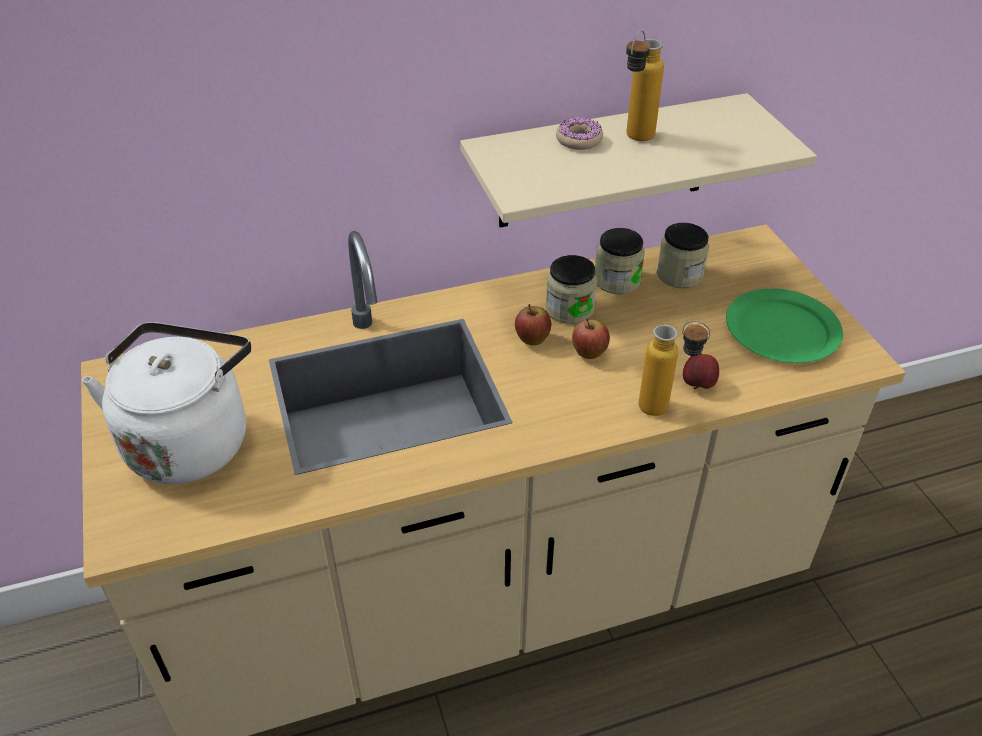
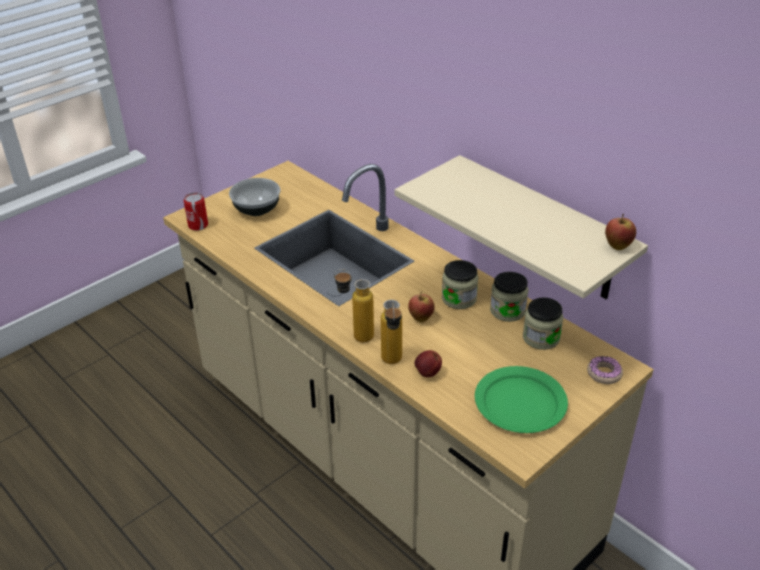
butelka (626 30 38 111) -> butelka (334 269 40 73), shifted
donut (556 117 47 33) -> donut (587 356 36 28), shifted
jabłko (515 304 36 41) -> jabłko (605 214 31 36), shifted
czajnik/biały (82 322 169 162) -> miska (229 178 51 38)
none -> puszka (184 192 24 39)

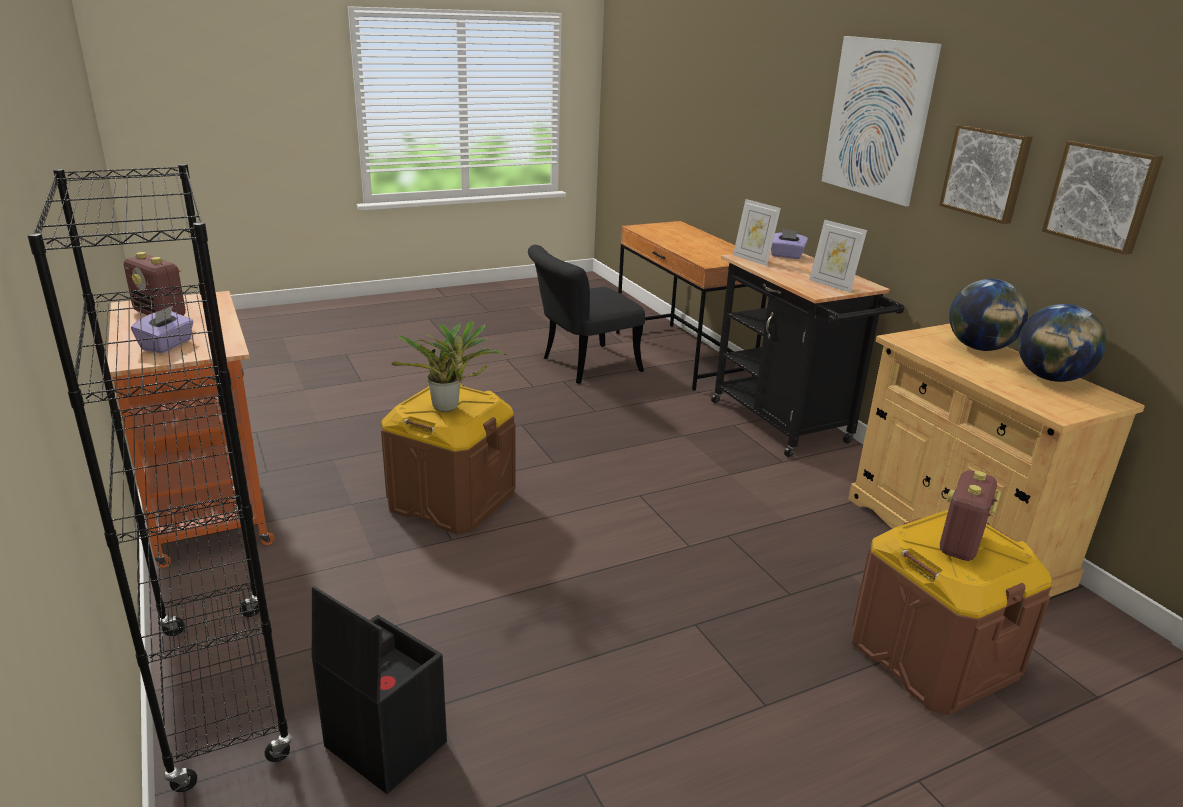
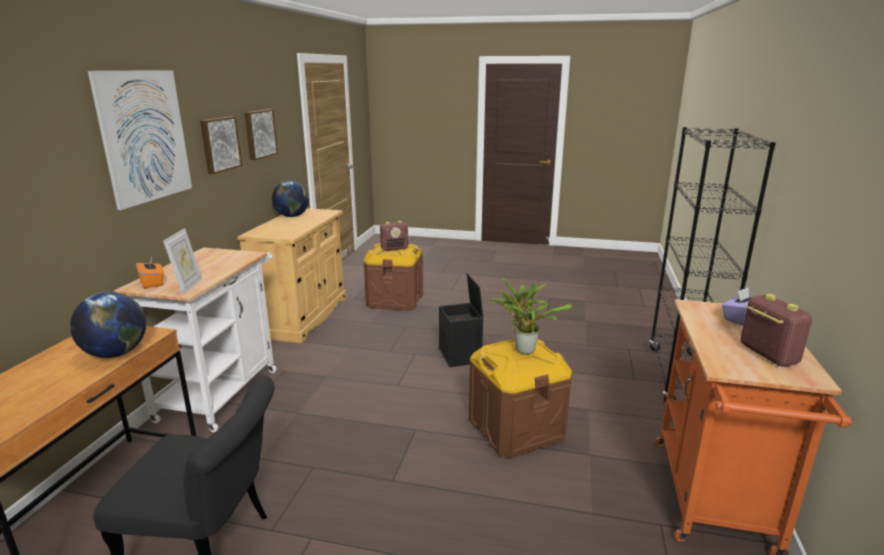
ramka na zdjęcie (809 220 58 73) -> none
pudełko chusteczek/fioletowy (771 229 37 30) -> pudełko chusteczek/pomarańczowy (136 255 28 34)
wózek/czarny (711 251 193 206) -> wózek/biały (114 248 163 184)
globus (949 279 79 72) -> globus (70 292 76 66), shifted
pojemnik do przechowywania/czarny (312 586 135 208) -> pojemnik do przechowywania/czarny (439 273 44 94), shifted

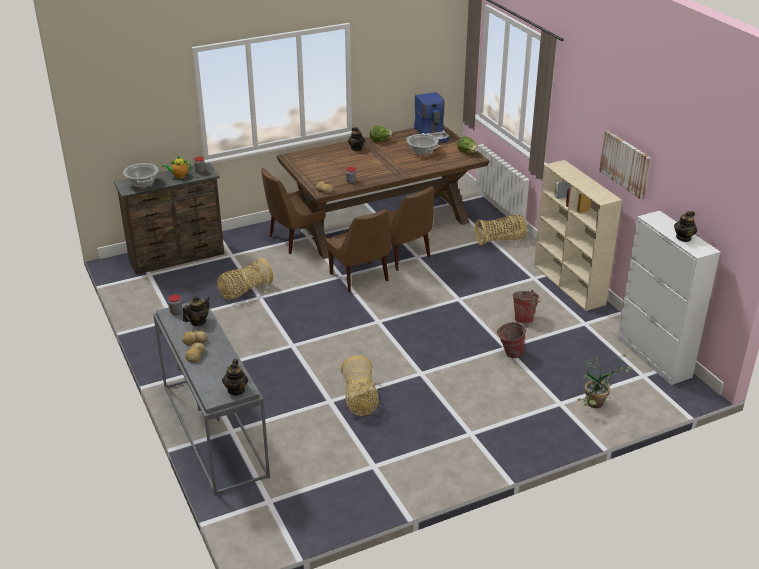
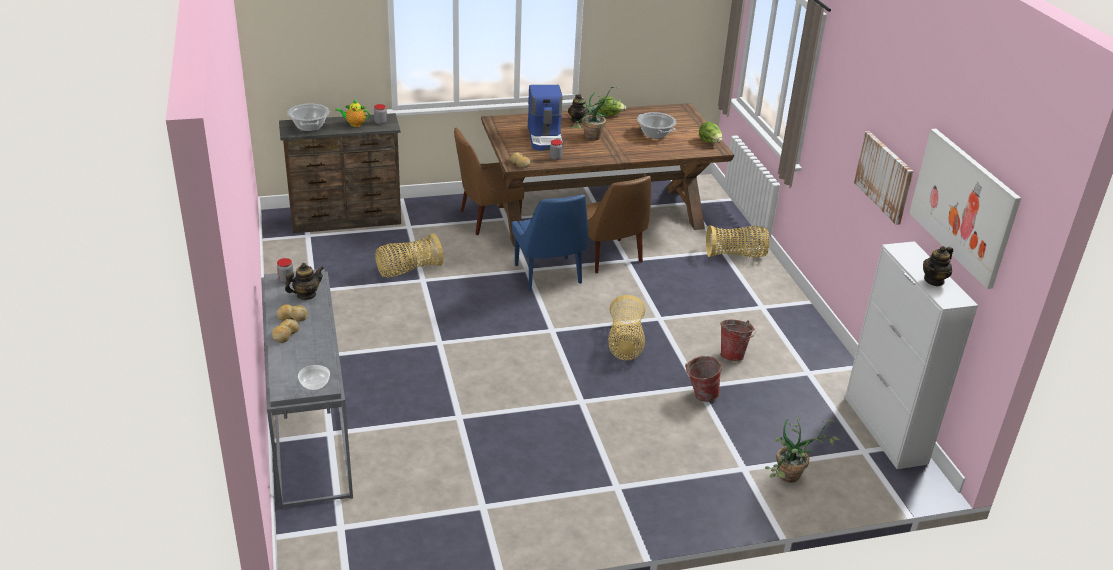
ekspres do kawy (414 92 35 51) -> ekspres do kawy (528 85 35 66), shifted
regał/beżowy (534 160 88 151) -> none
krzesło/brązowy (325 209 66 84) -> krzesło/niebieski (512 195 76 96)
koszyk (341 355 38 61) -> koszyk (608 295 37 65), shifted
imbryk (222 359 26 37) -> miska (298 365 32 25)
none -> roślina doniczkowa (570 87 52 54)
none -> obraz (909 129 112 160)

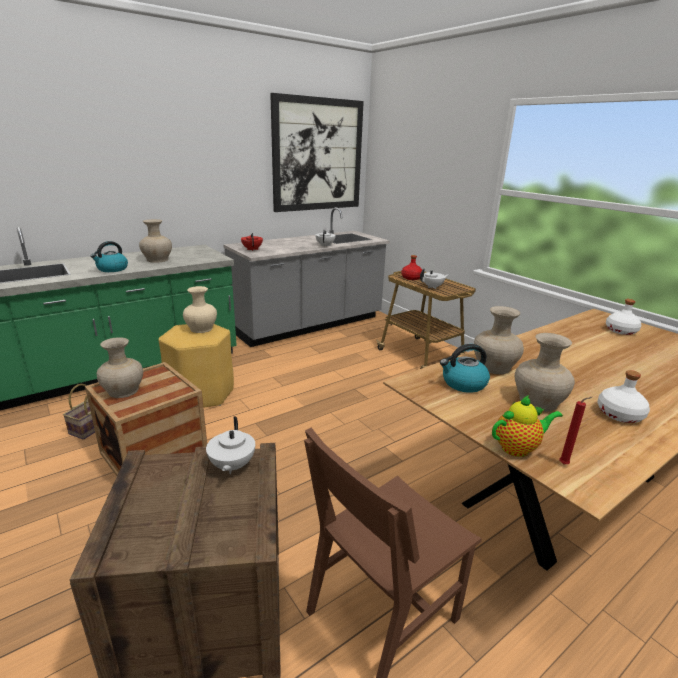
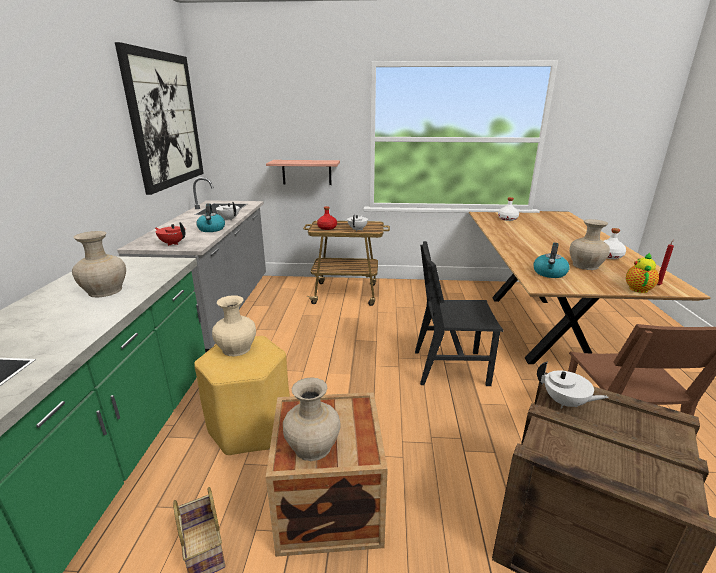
czajnik (90 241 38 31) -> czajnik (196 203 29 29), shifted
wazon/beżowy (474 306 50 68) -> none
none -> półka (266 160 74 25)
none -> krzesło/czarny (415 241 89 145)

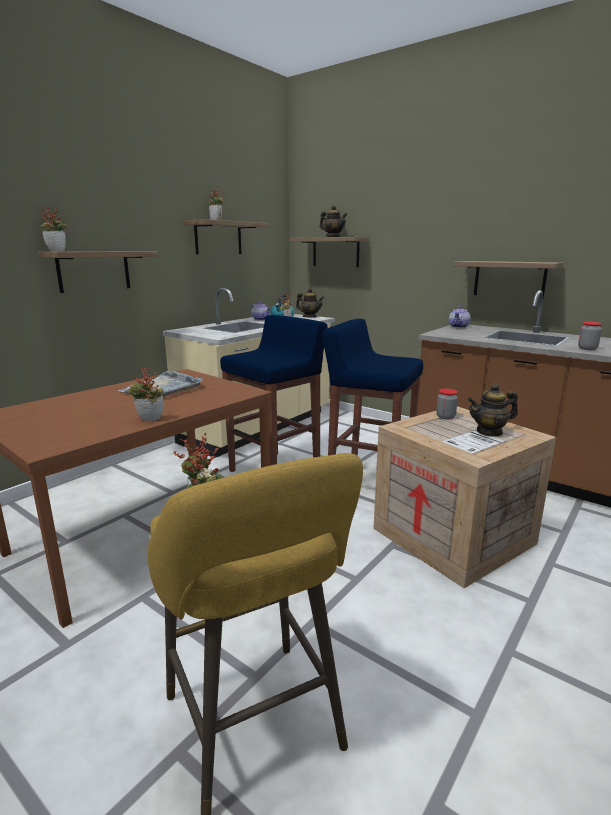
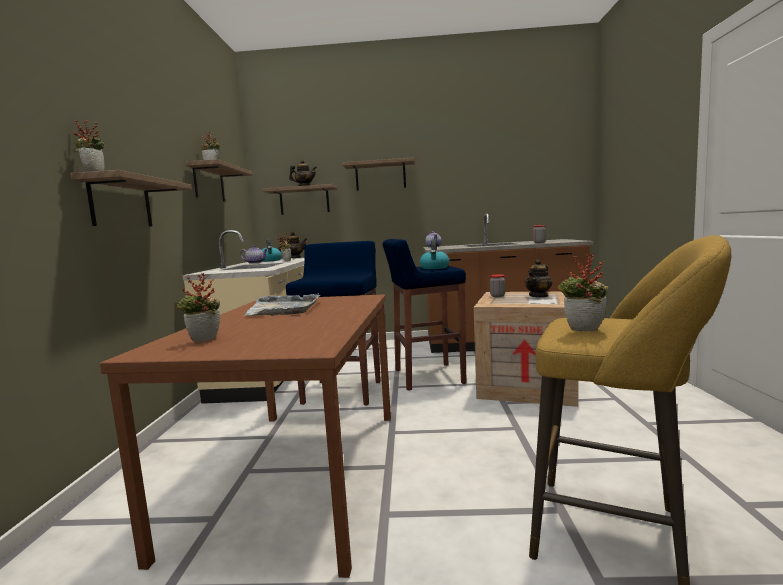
półka (453 261 111 38) -> półka (342 157 73 34), shifted
roślina doniczkowa (128 367 36 54) -> roślina doniczkowa (177 273 43 69), shifted
none -> czajnik (420 239 30 30)

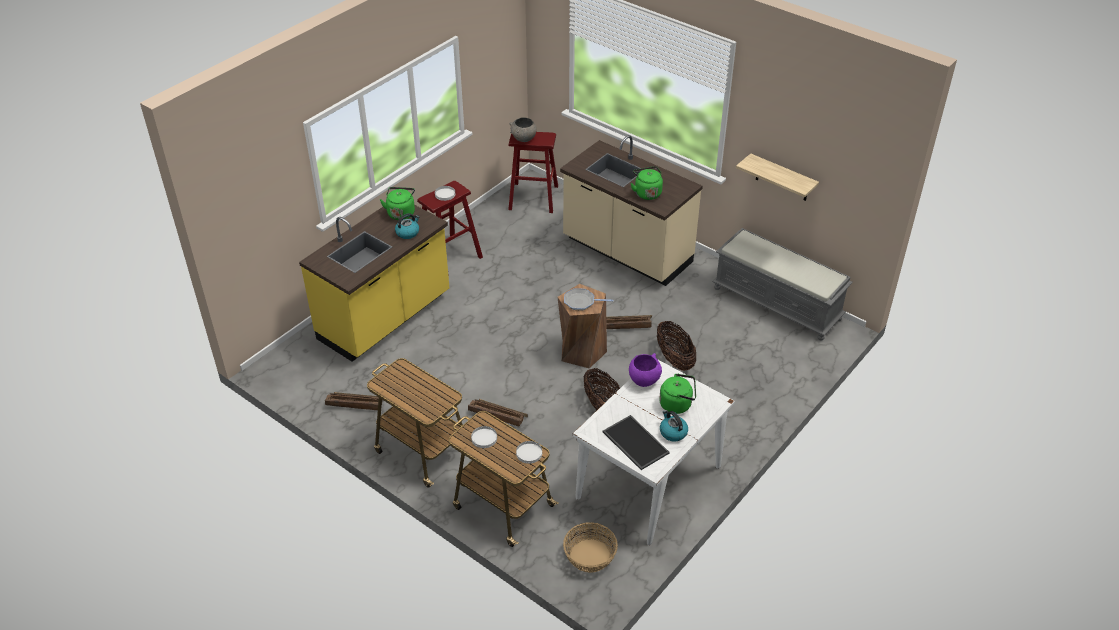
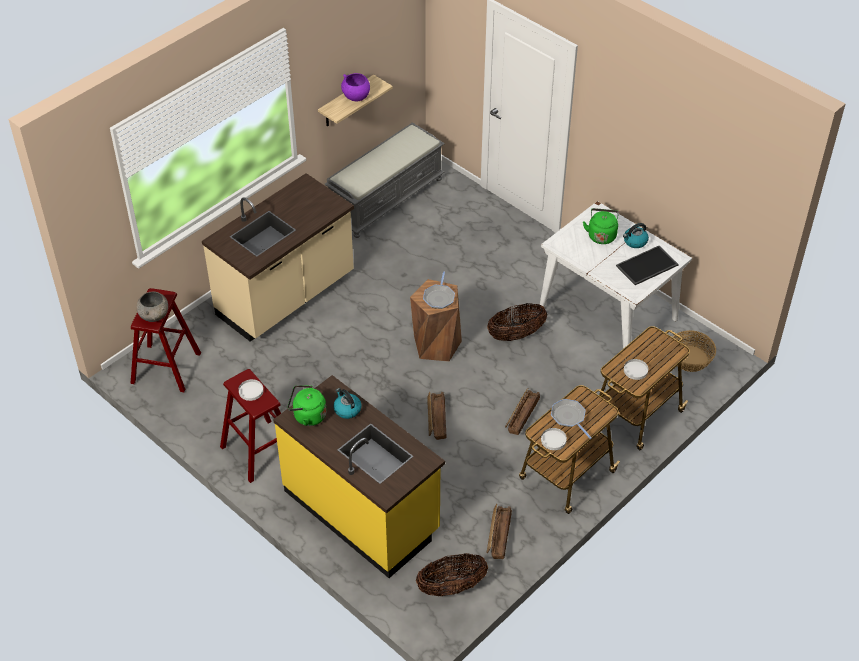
czajnik/zielony (630 166 33 34) -> none
skrzynka (606 315 46 14) -> skrzynka (427 392 20 48), shifted
koszyk (657 321 39 50) -> koszyk (416 553 72 43), shifted
miska/fioletowy (629 353 33 34) -> miska/fioletowy (341 73 29 28), shifted
talerz/biały (516 441 26 23) -> talerz/biały (541 428 26 22), shifted
none -> patelnia (551 399 41 40)

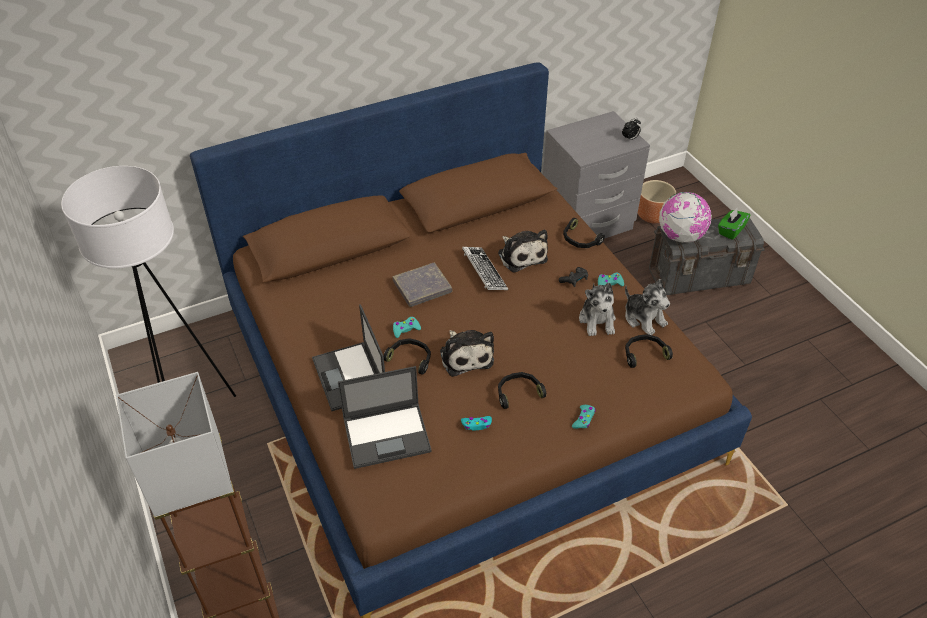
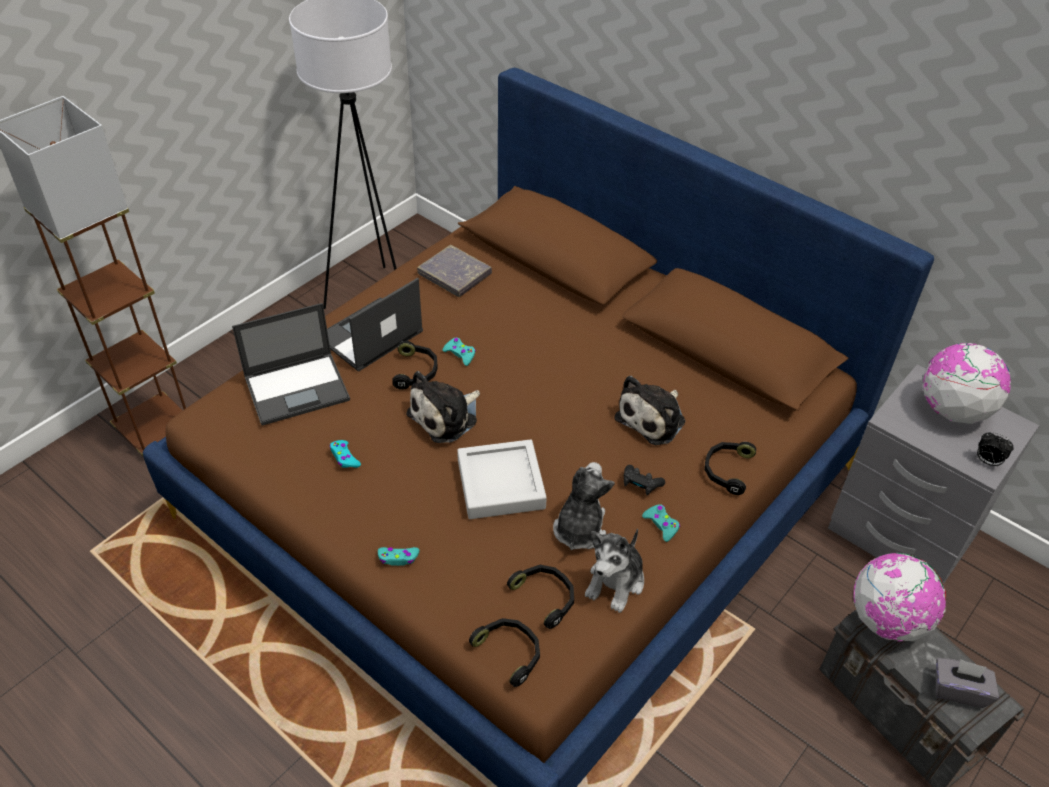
donica/brązowy (638 180 38 44) -> none
pudełko chusteczek/zielony (718 208 32 32) -> pudełko chusteczek/szary (936 658 63 50)
klawiatura (462 247 46 43) -> none
książka/szary (393 262 59 45) -> książka/szary (417 245 75 52), shifted
pluszak (579 283 37 53) -> pluszak (553 462 62 88), 135 degrees clockwise
laptop (338 366 94 103) -> laptop (232 303 118 123), 75 degrees counterclockwise
słuchawki/czarny (498 372 48 37) -> słuchawki/czarny (469 618 71 69), shifted
none -> globus (923 343 88 81)
none -> taca/szary (457 439 90 80)

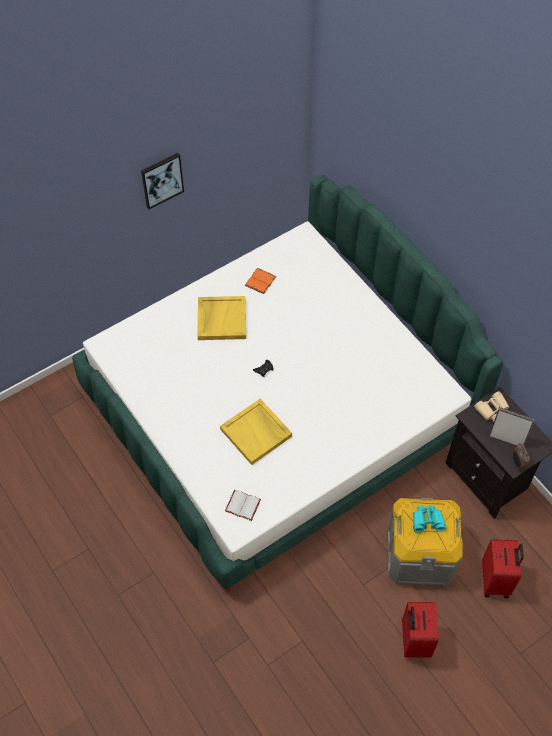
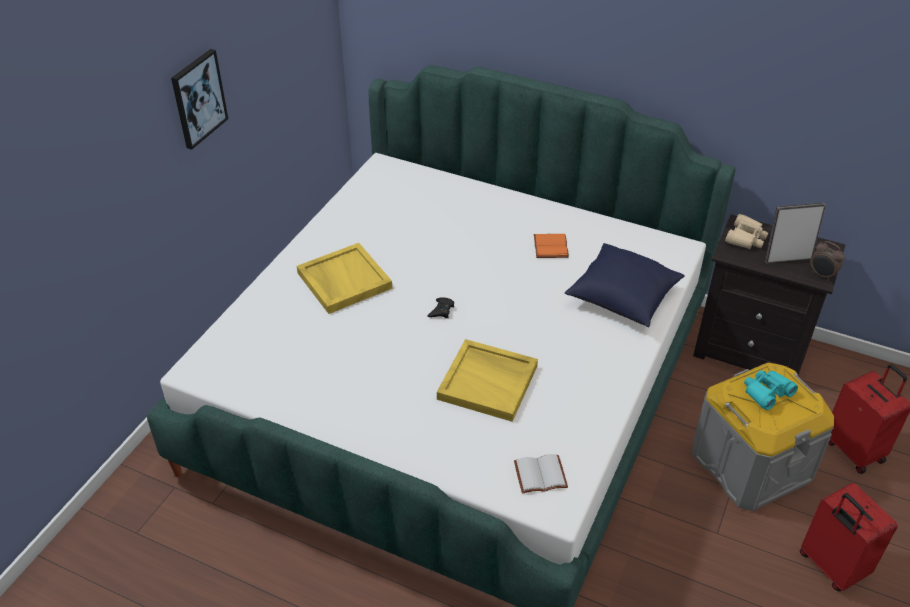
książka/pomarańczowy (245 268 31 26) -> książka/pomarańczowy (534 234 35 24), shifted
none -> poduszka/niebieski (565 243 120 85)

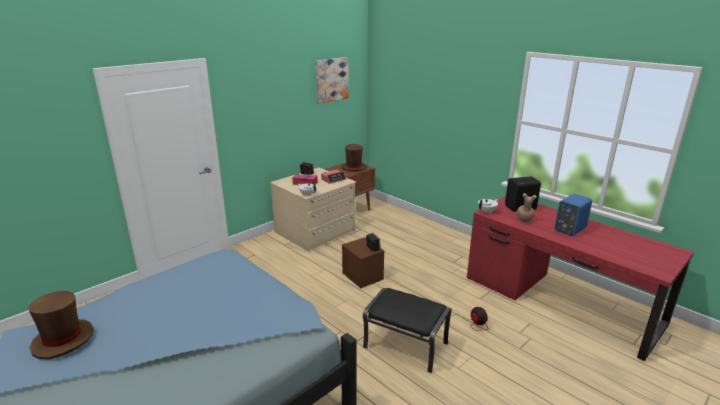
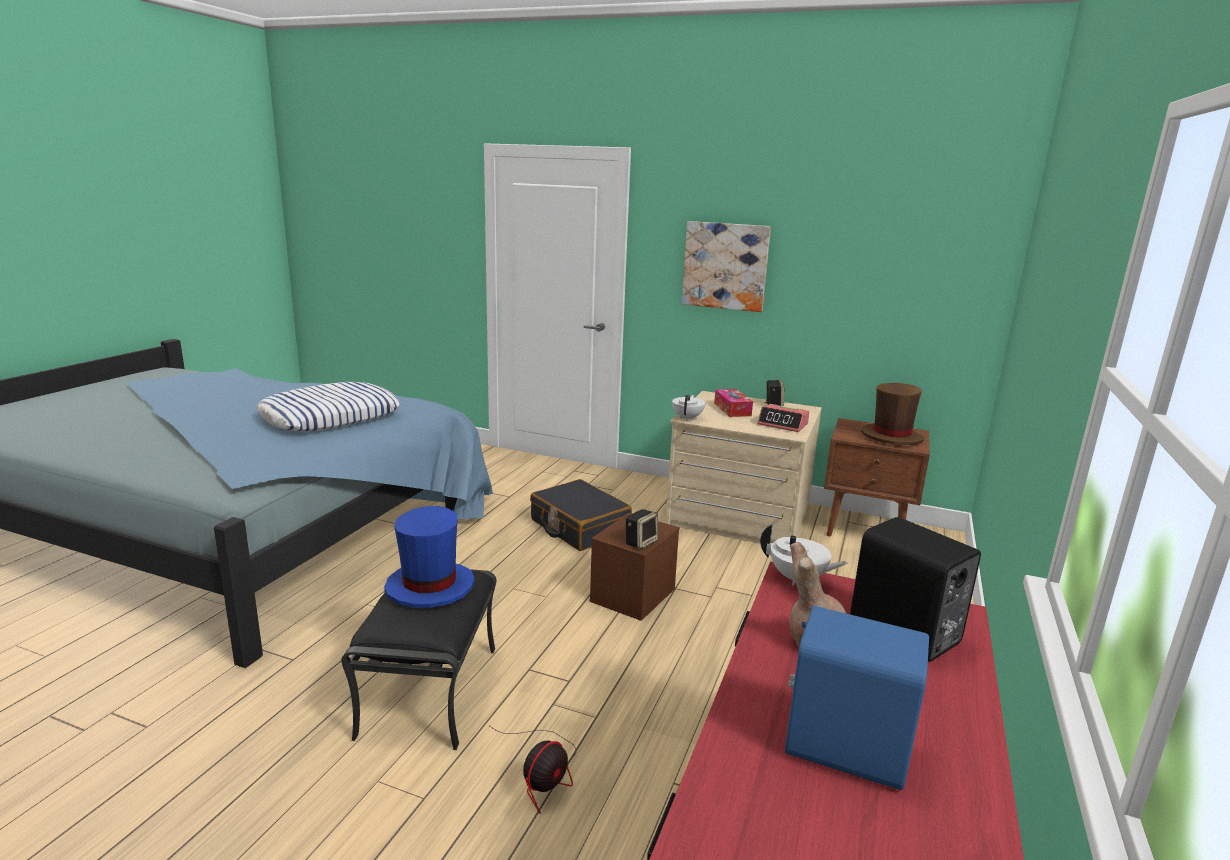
obraz (316 57 33 47) -> obraz (682 221 89 91), shifted
kapelusz/brązowy (28 291 66 68) -> none
none -> poduszka (256 382 145 50)
none -> walizka/czarny (530 479 102 72)
none -> kapelusz/niebieski (384 506 90 102)

